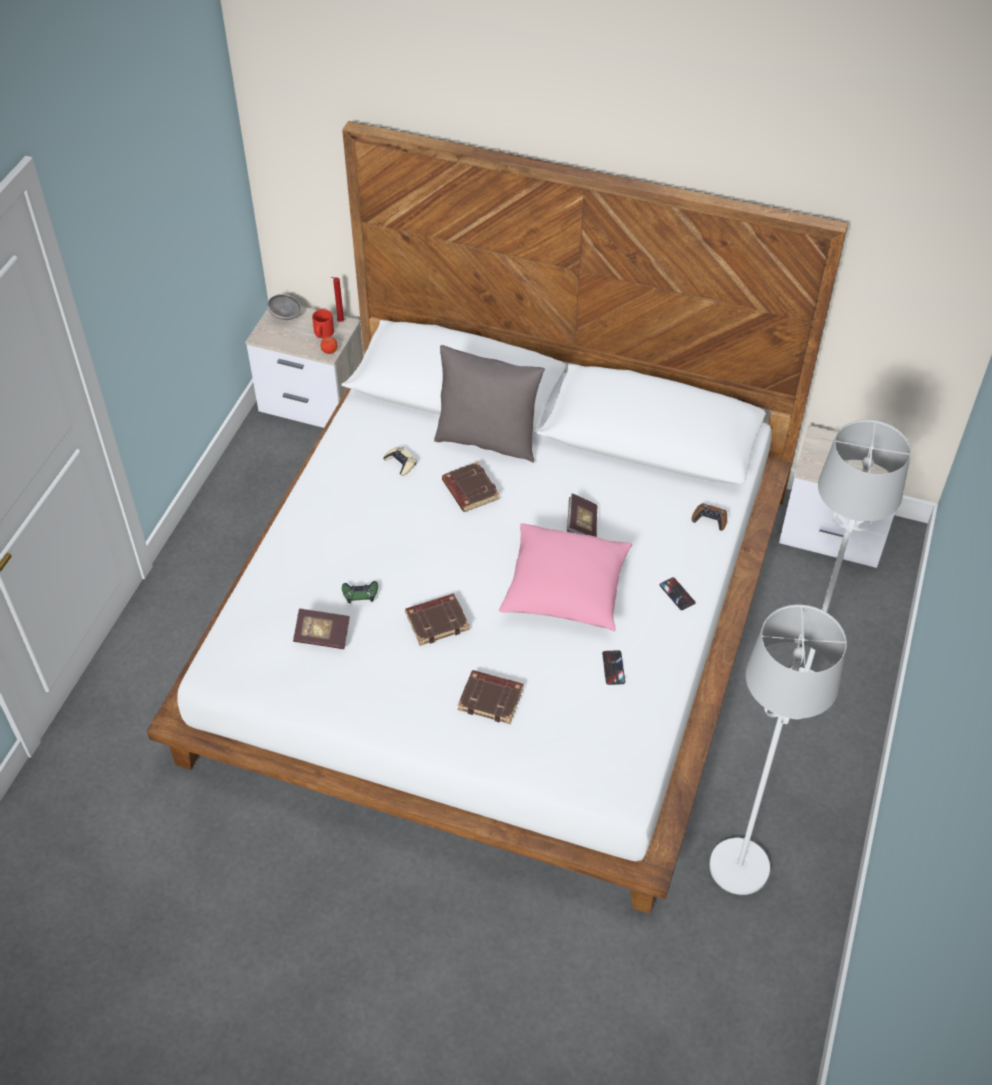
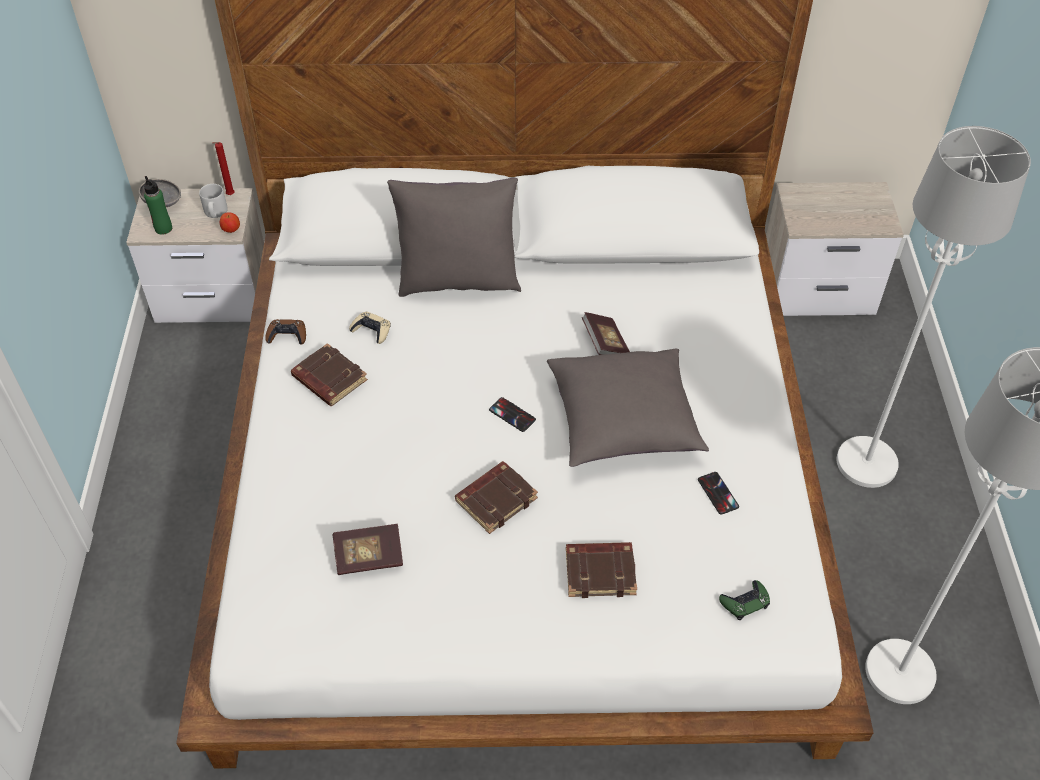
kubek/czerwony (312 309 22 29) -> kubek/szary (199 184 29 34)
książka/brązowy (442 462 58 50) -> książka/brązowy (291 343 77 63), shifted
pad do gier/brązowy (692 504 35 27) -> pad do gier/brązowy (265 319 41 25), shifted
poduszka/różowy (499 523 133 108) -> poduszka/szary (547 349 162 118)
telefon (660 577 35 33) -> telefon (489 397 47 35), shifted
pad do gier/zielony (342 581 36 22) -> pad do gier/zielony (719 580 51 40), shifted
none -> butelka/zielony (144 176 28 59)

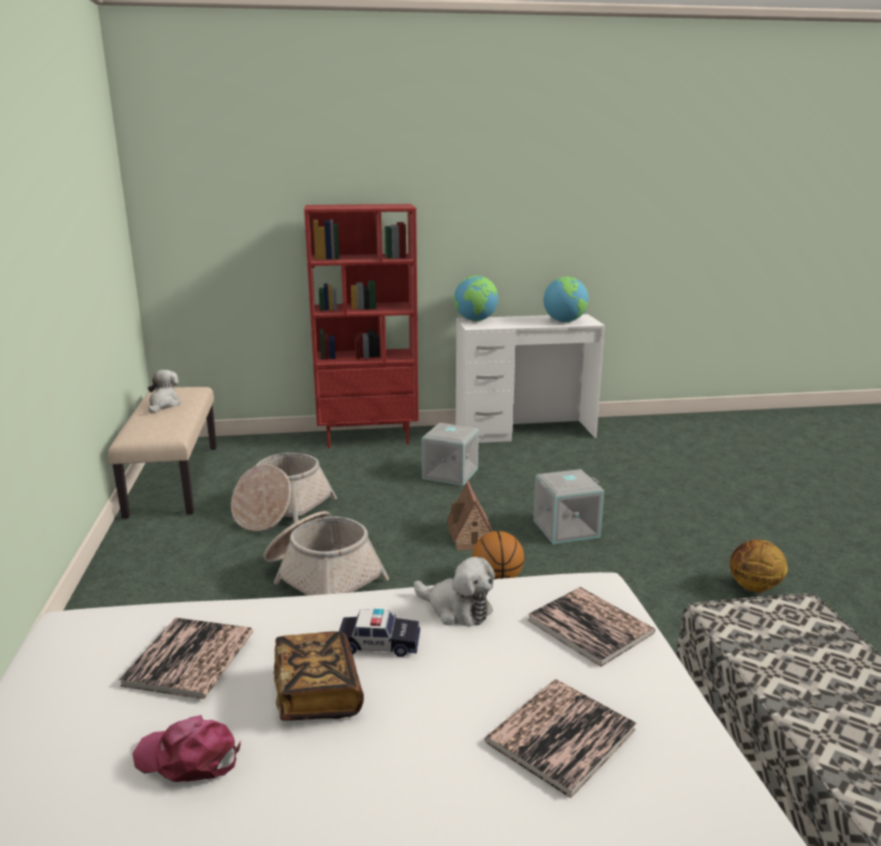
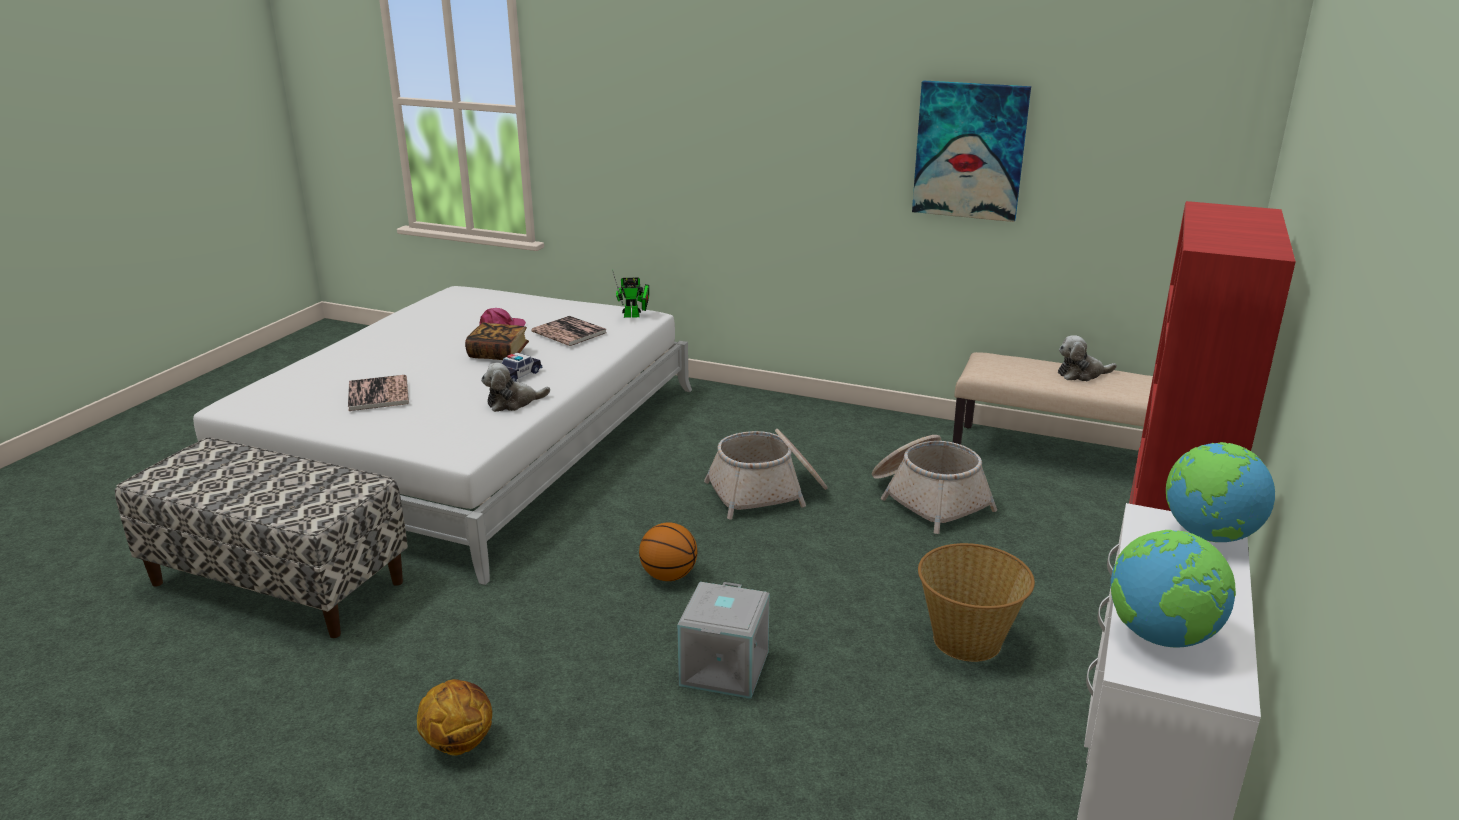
pluszak (148 370 33 43) -> pluszak (1058 335 59 46), 135 degrees clockwise
pojemnik do przechowywania/szary (422 423 57 63) -> koszyk (918 543 117 119)
domek (447 480 46 71) -> none
książka (528 587 127 80) -> none
none -> obraz (912 80 119 142)
none -> robot zabawkowy (612 269 37 49)

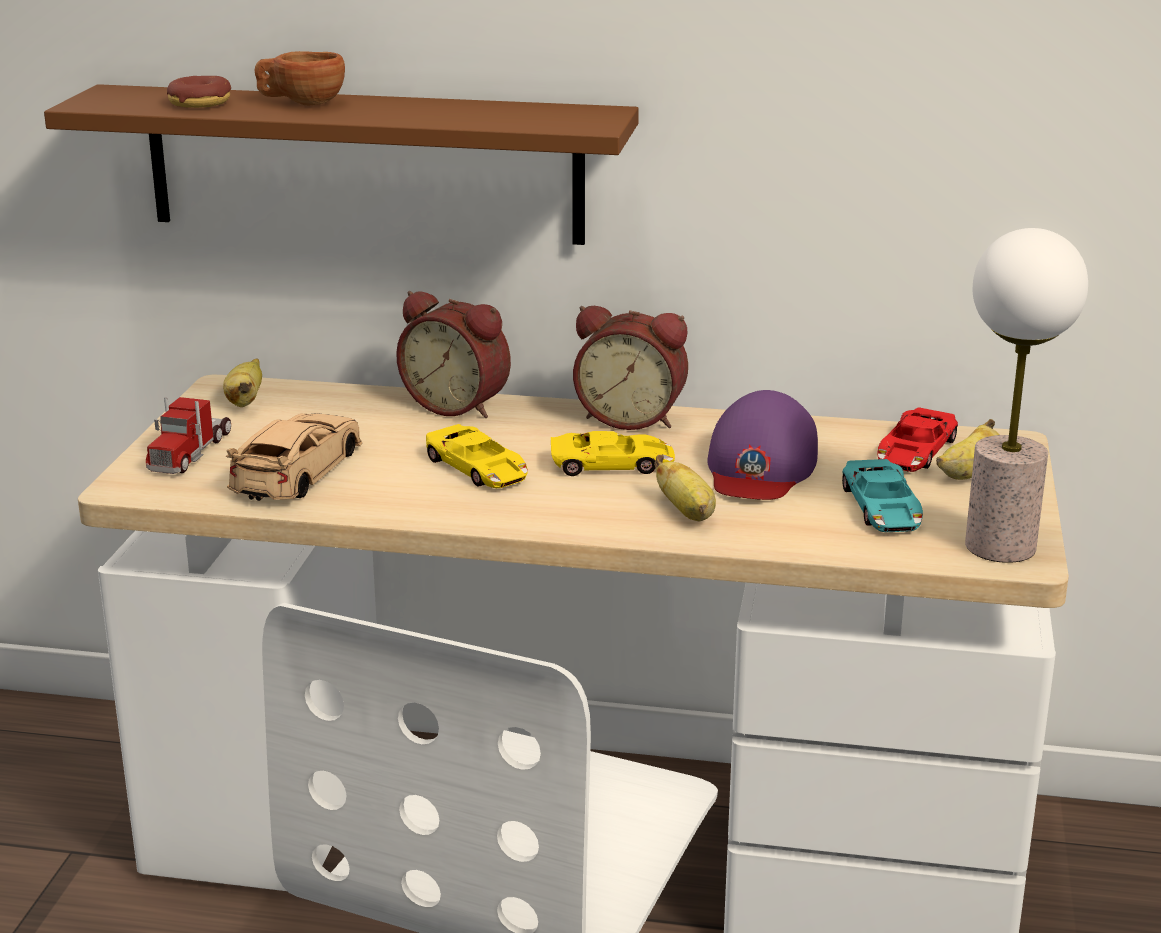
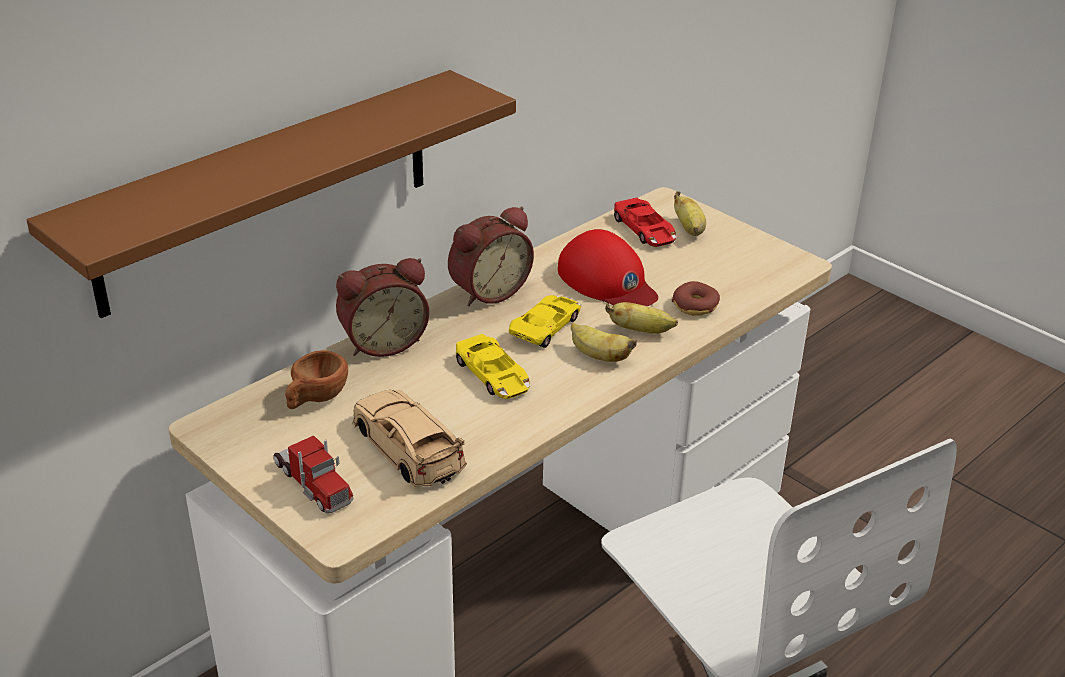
filiżanka/brązowy (255 51 90 54) -> filiżanka/brązowy (285 350 63 59), shifted
donut (167 76 64 32) -> donut (672 281 48 35), shifted
lampa stołowa (965 228 123 335) -> none
banan (223 358 39 49) -> banan (571 323 66 39), shifted
czapka z daszkiem/fioletowy (707 390 111 110) -> czapka z daszkiem/czerwony (558 229 100 77)
samochodzik/żółty (426 424 102 64) -> samochodzik/żółty (456 334 74 65), 60 degrees clockwise
samochodzik/turkusowy (842 459 81 73) -> none

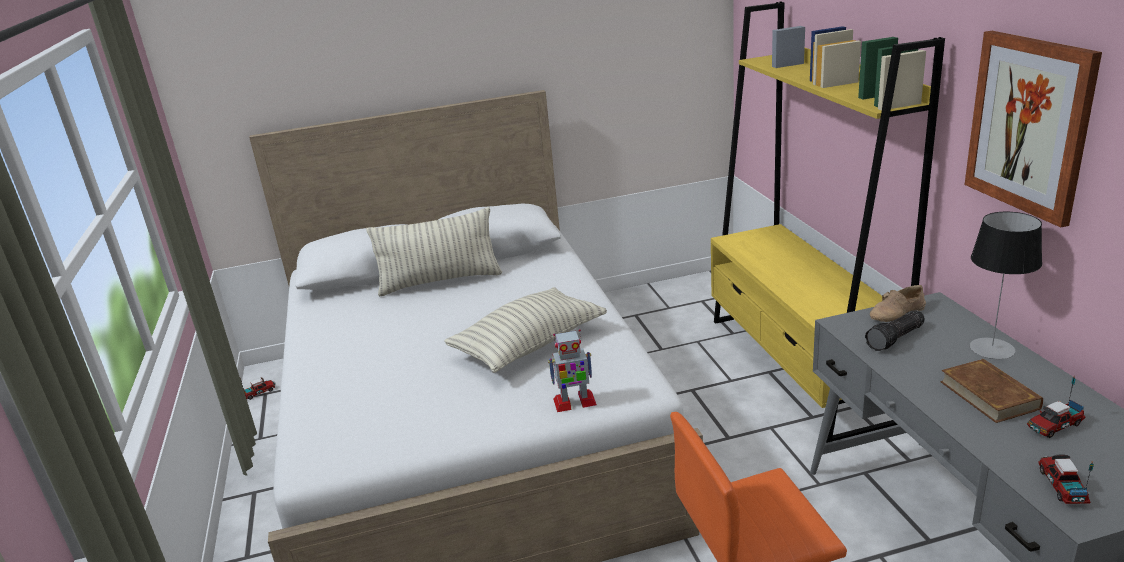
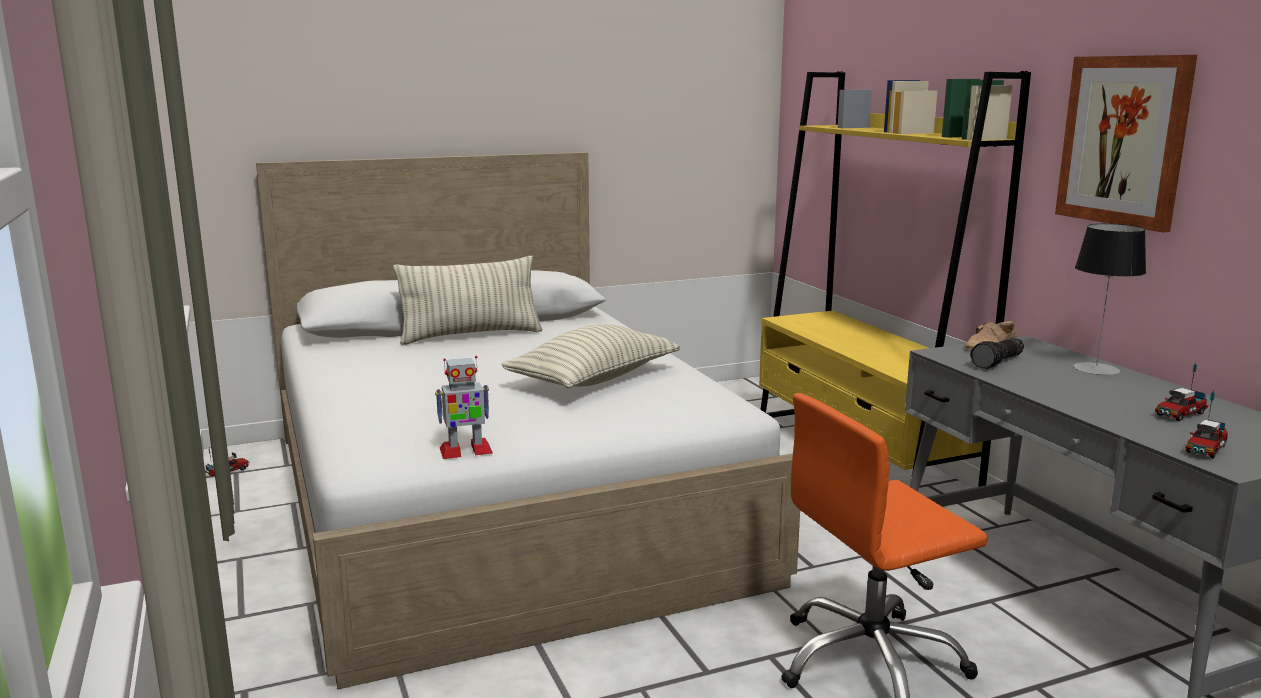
robot zabawkowy (548 329 49 83) -> robot zabawkowy (435 356 58 103), shifted
książka/brązowy (940 359 103 64) -> none
ciężarówka zabawkowa (1039 455 55 49) -> ciężarówka zabawkowa (1186 390 42 69), 135 degrees counterclockwise

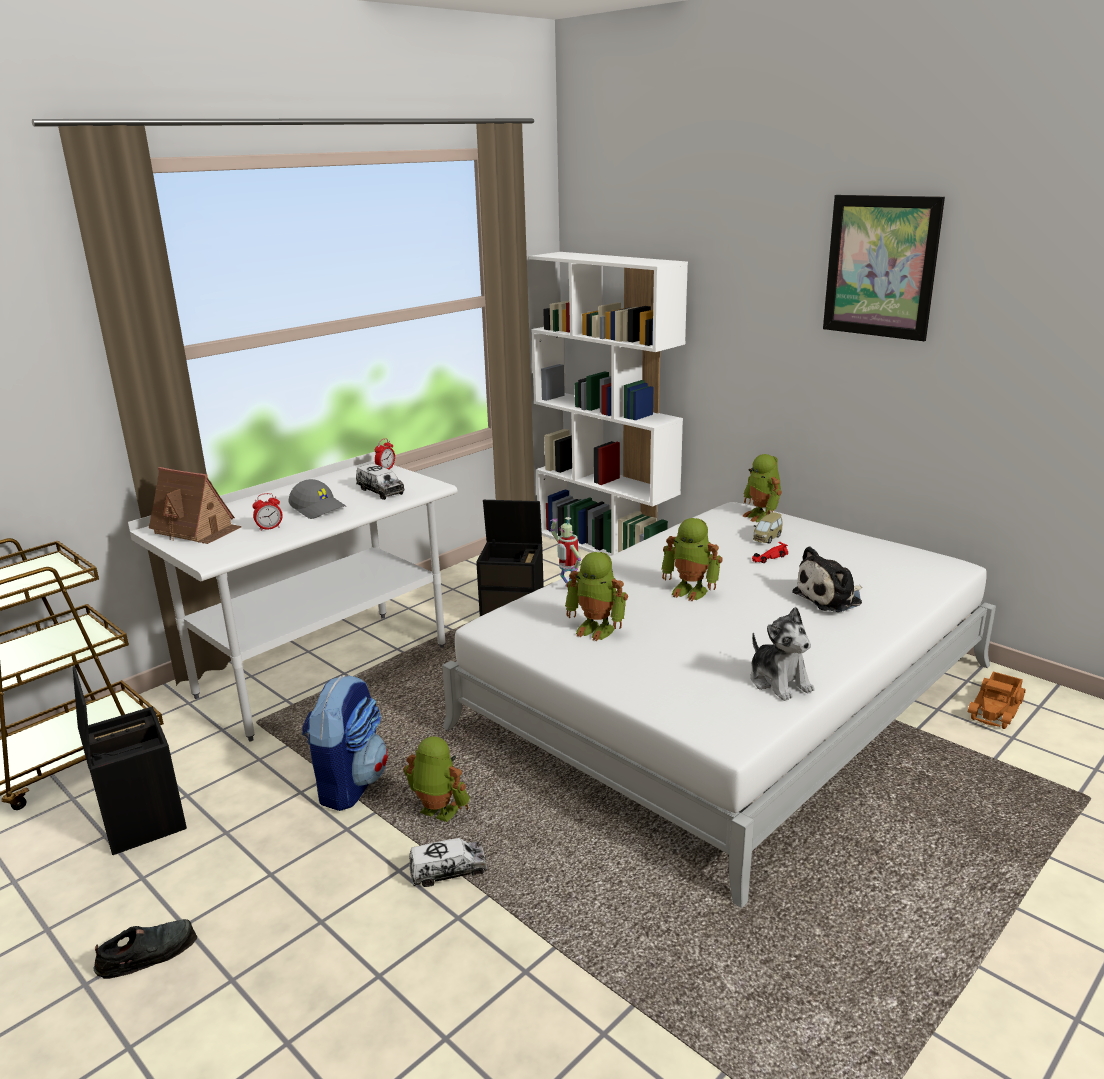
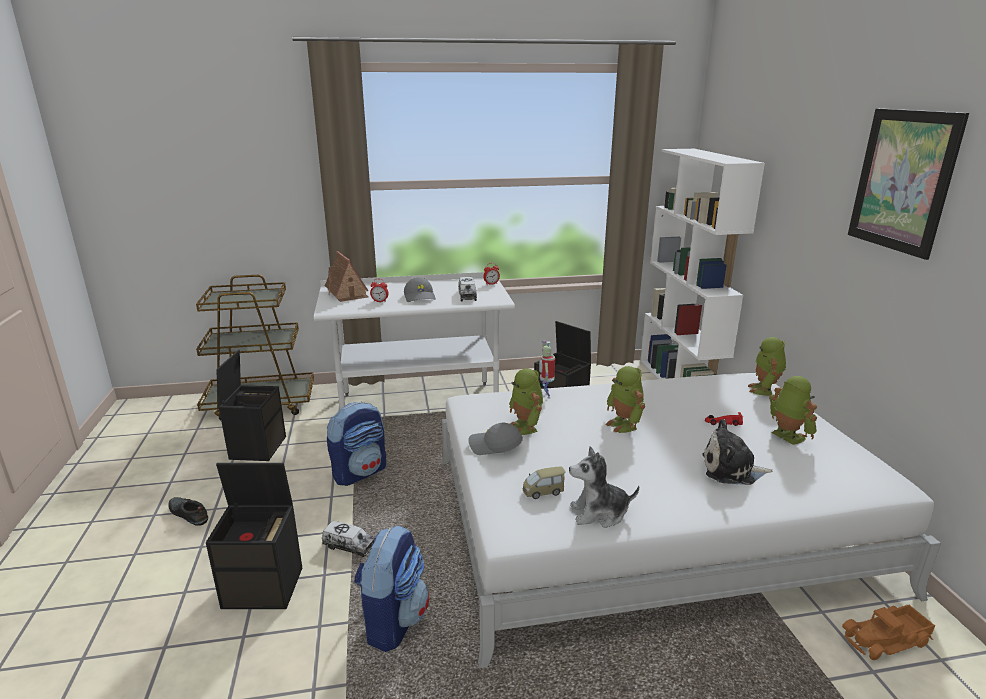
samochodzik (753 512 29 32) -> samochodzik (523 466 43 33), shifted
pluszak (751 607 64 94) -> pluszak (569 446 70 82), 75 degrees clockwise
robot zabawkowy (403 736 67 86) -> robot zabawkowy (769 376 48 69), shifted
but/czarny (93 919 104 60) -> but/czarny (168 497 40 29), 150 degrees counterclockwise
none -> czapka z daszkiem/szary (468 423 55 32)
none -> pojemnik do przechowywania/czarny (206 463 96 146)
none -> plecak (354 525 75 127)

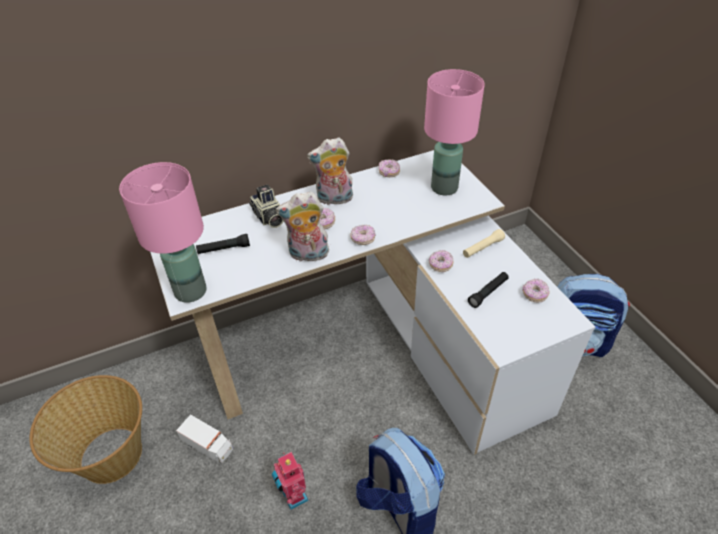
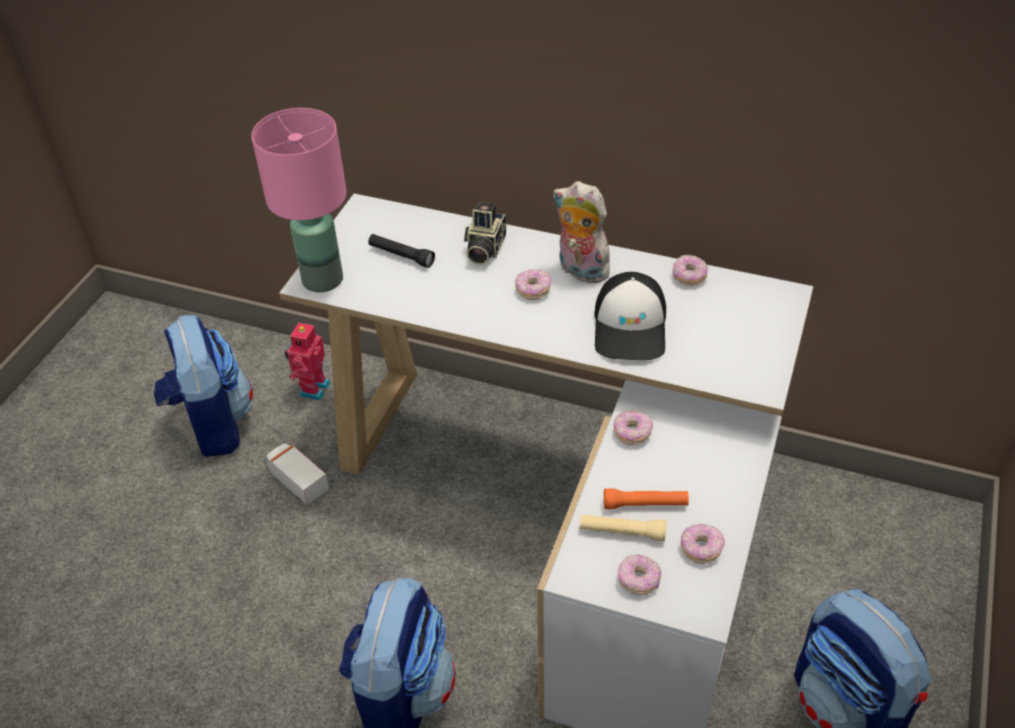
lampa stołowa/różowy (424 69 61 126) -> none
pluszak (276 192 53 72) -> none
donut (350 225 26 20) -> donut (618 554 43 41), shifted
latarka/beżowy (463 229 42 29) -> latarka/beżowy (580 514 87 27), shifted
latarka/czarny (468 272 41 36) -> latarka/pomarańczowy (604 488 85 21)
koszyk (29 375 113 109) -> plecak (154 315 99 142)
ciężarówka zabawkowa (176 414 58 50) -> ciężarówka zabawkowa (264 443 66 63), 150 degrees clockwise
robot zabawkowy (272 452 37 58) -> robot zabawkowy (285 321 46 80), shifted
none -> czapka z daszkiem (595 272 71 88)

